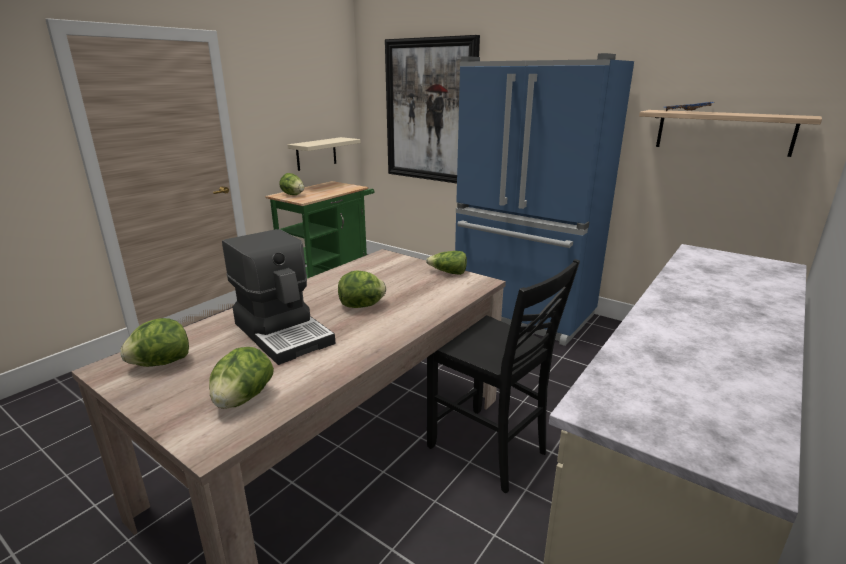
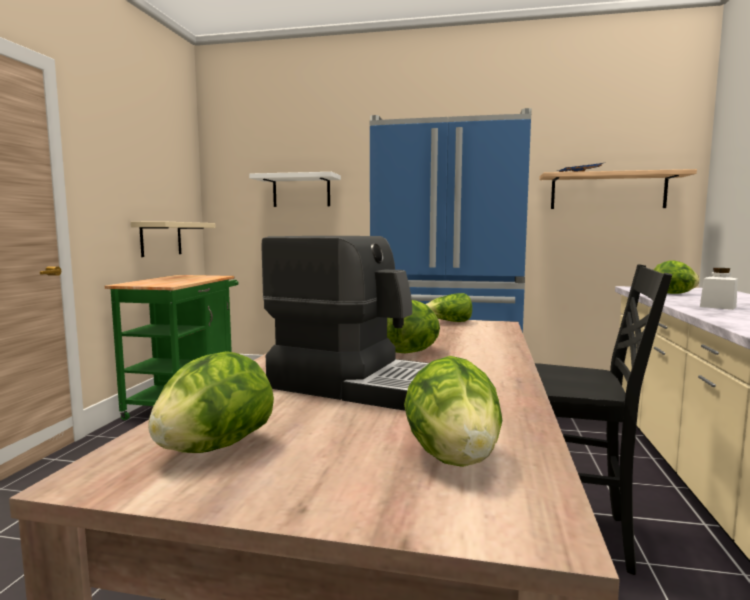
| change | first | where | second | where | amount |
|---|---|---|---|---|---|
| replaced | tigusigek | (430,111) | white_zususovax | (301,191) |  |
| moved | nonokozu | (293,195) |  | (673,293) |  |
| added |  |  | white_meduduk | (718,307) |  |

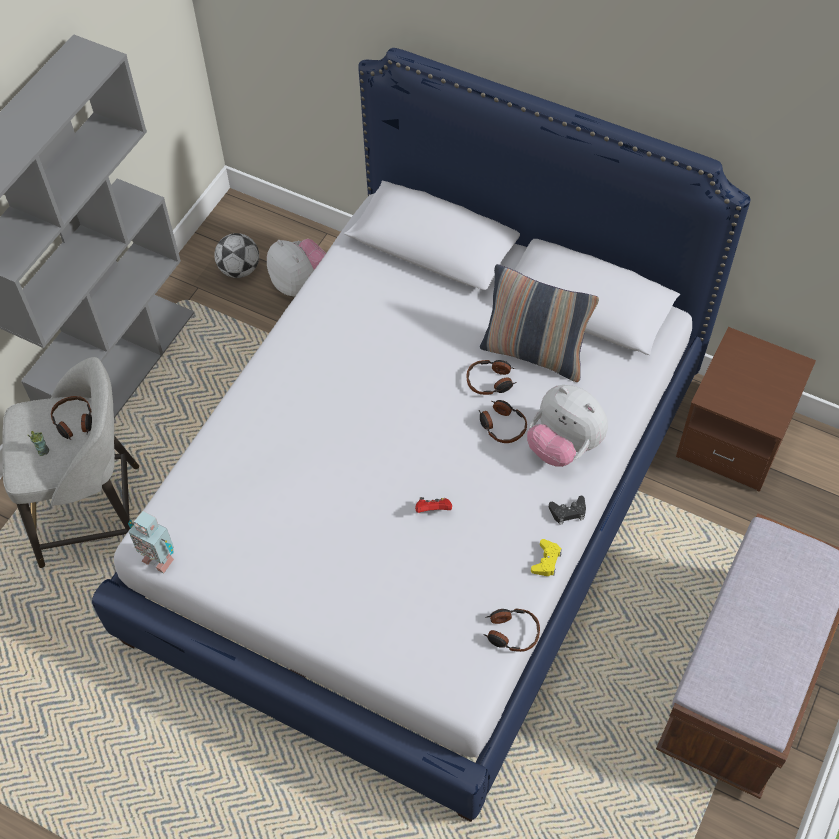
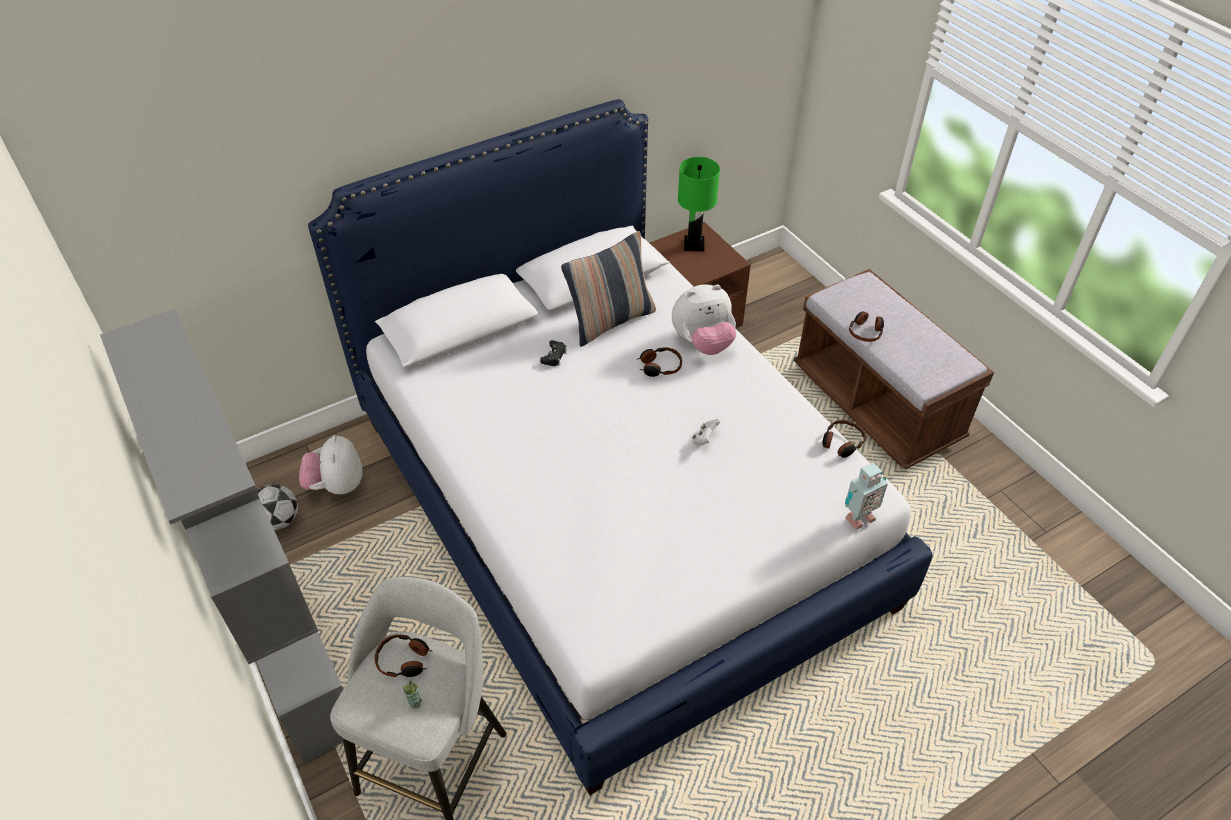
| change | first | where | second | where | amount |
|---|---|---|---|---|---|
| turned | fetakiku | (300,283) |  | (337,485) | 90 degrees counterclockwise |
| moved | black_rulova | (568,512) |  | (554,356) |  |
| added |  |  | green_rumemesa | (694,244) |  |
| recoloured | red_rulova | (433,510) | white_rulova | (705,439) |  |
| moved | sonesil | (158,558) |  | (857,518) |  |
| moved | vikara | (491,381) |  | (866,331) |  |
| removed | yellow_rulova | (546,561) |  |  |  |

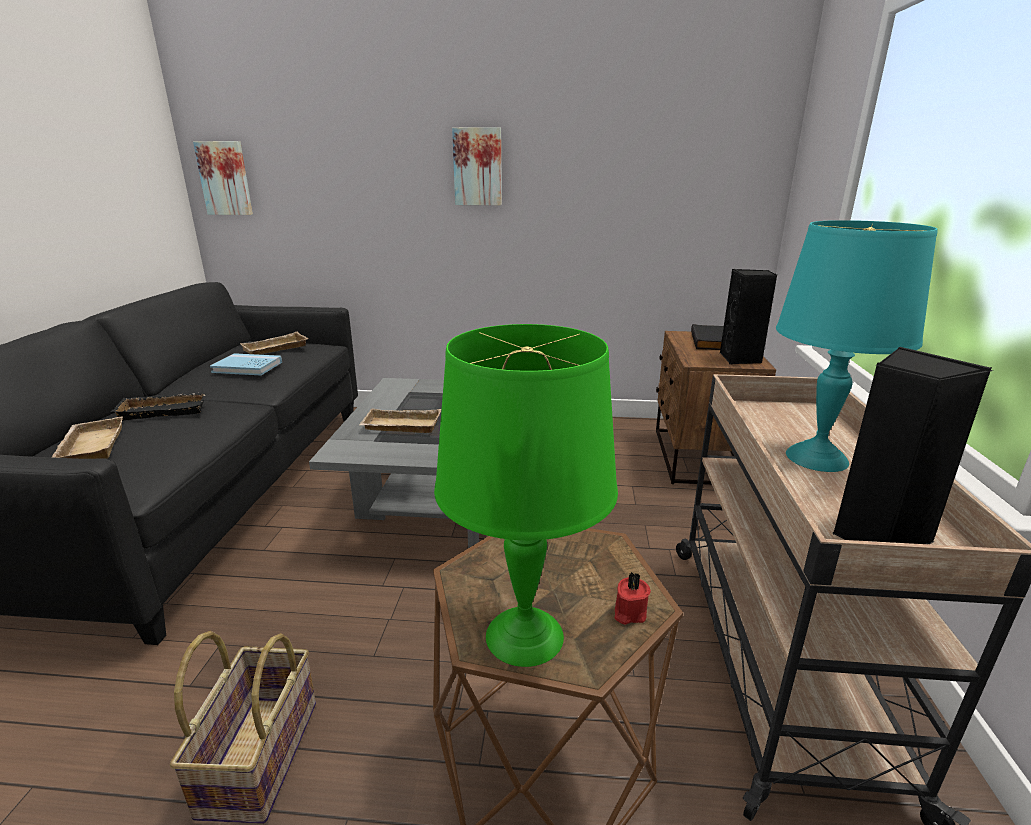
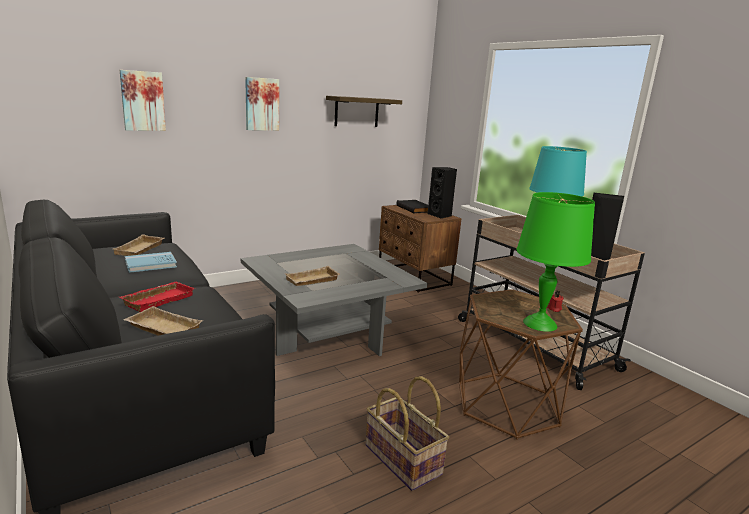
| change | first | where | second | where | amount |
|---|---|---|---|---|---|
| moved | tigusigek | (225,178) |  | (142,101) |  |
| recoloured | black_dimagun | (165,410) | red_dimagun | (158,299) |  |
| added |  |  | zususovax | (356,112) |  |

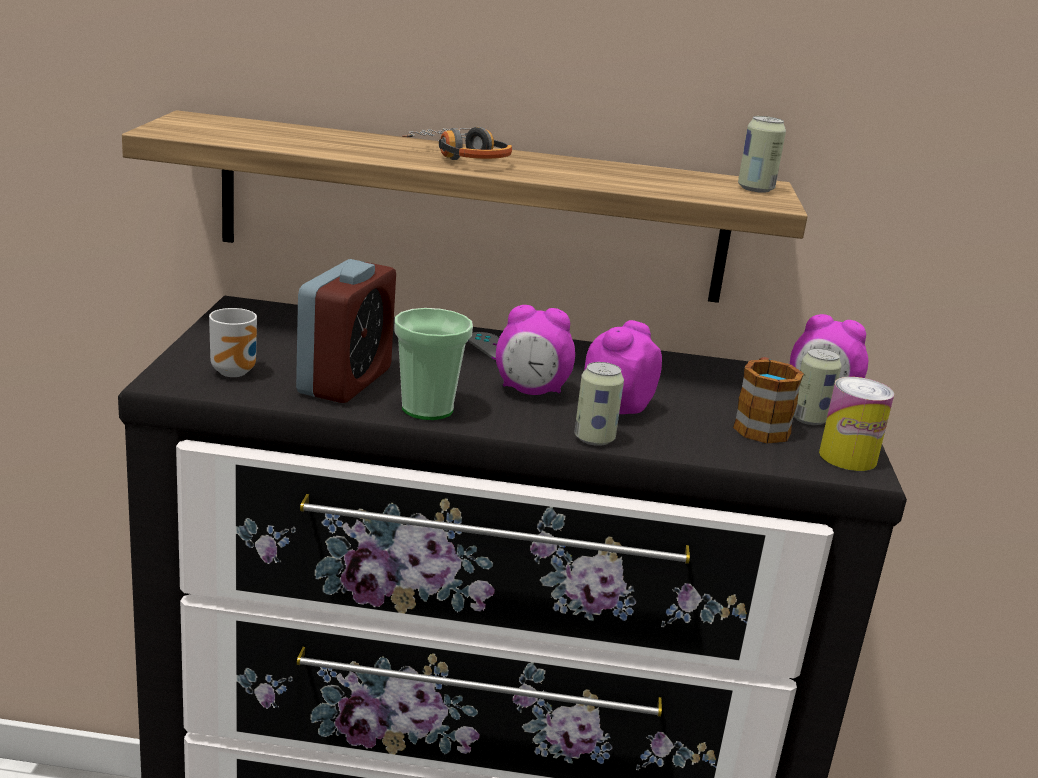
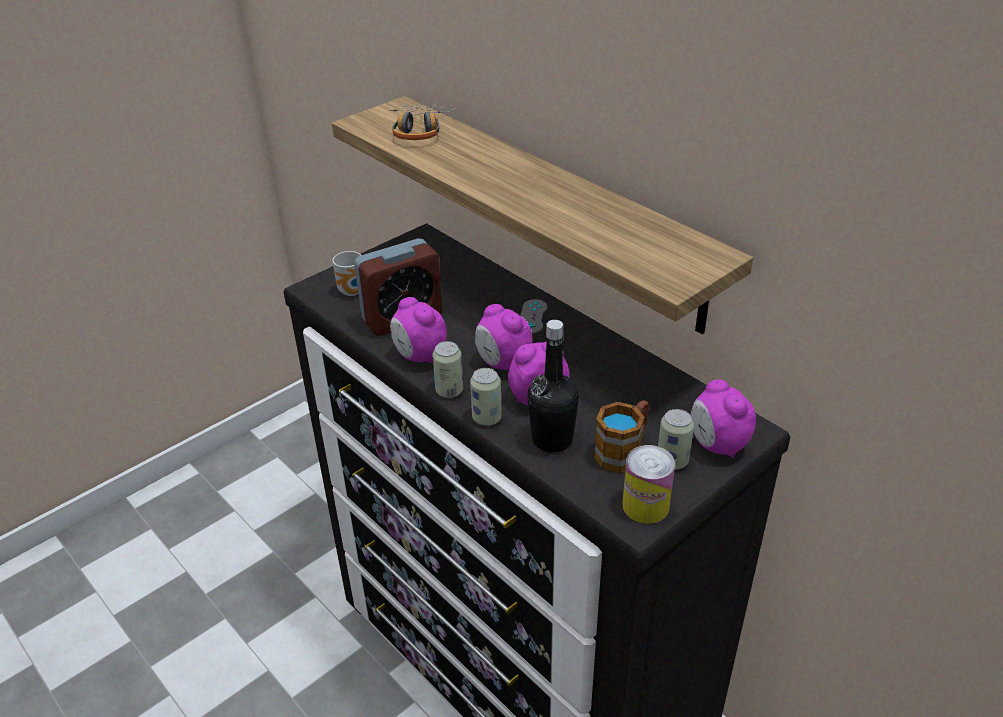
| change | first | where | second | where | amount |
|---|---|---|---|---|---|
| moved | vikara | (461,156) |  | (419,130) |  |
| replaced | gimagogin | (427,409) | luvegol | (419,356) |  |
| moved | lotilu | (755,189) |  | (449,390) |  |
| added |  |  | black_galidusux | (552,439) |  |

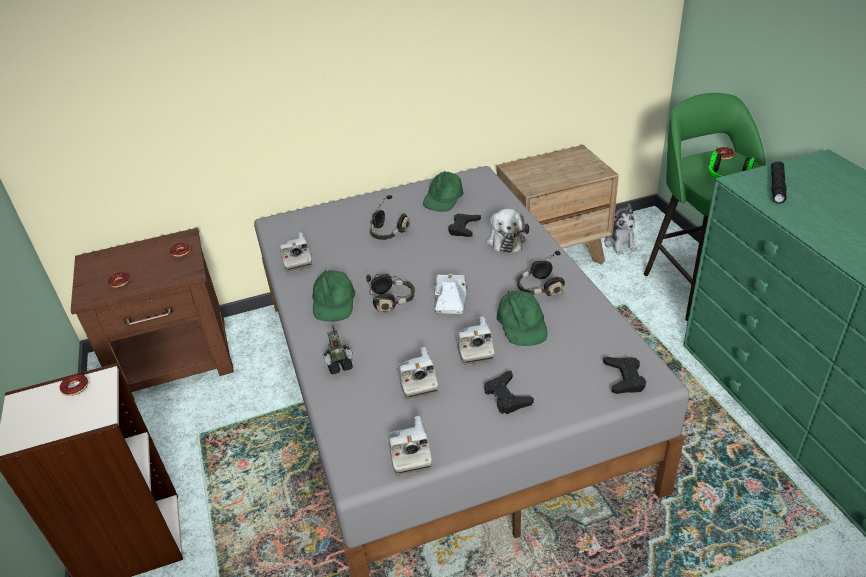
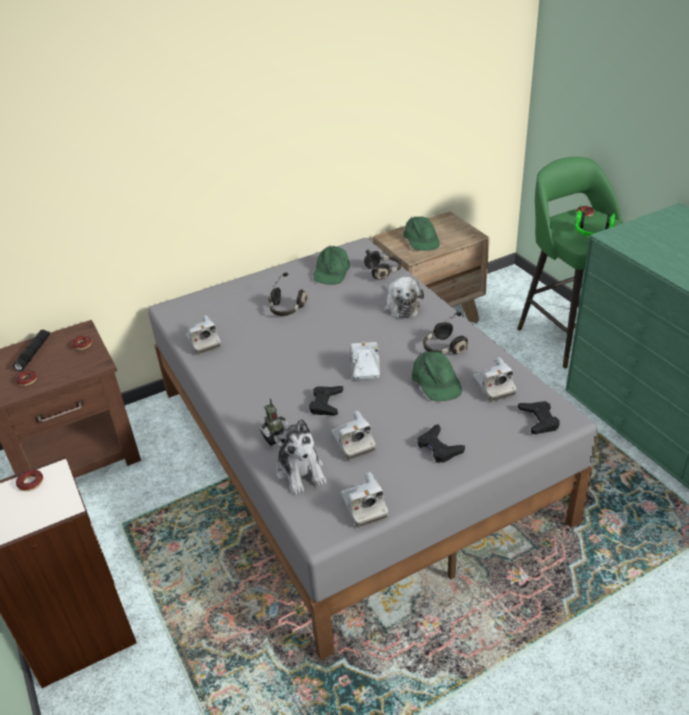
| change | first | where | second | where | amount |
|---|---|---|---|---|---|
| moved | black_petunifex | (777,187) |  | (33,353) |  |
| moved | fetakiku | (620,243) |  | (301,472) |  |
| moved | black_rulova | (464,228) |  | (326,403) |  |
| moved | black_vikara | (393,300) |  | (383,271) |  |
| moved | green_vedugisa | (333,302) |  | (421,240) |  |
| moved | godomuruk | (474,349) |  | (493,388) |  |

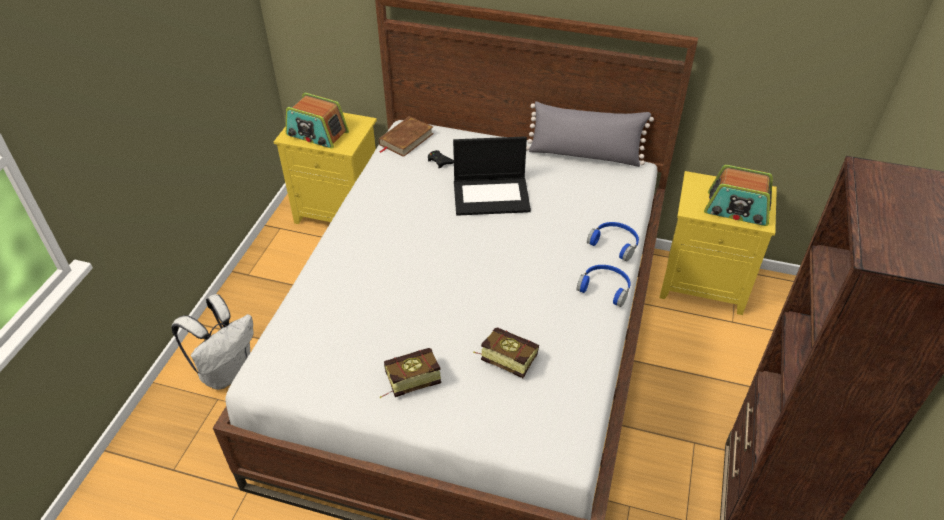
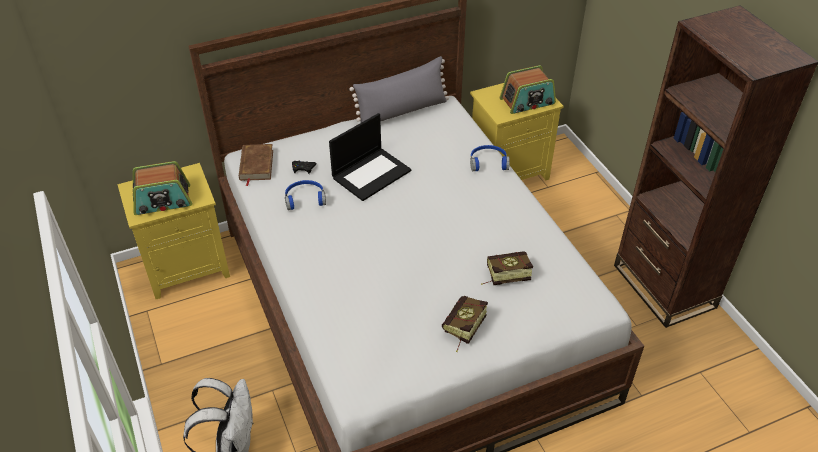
| change | first | where | second | where | amount |
|---|---|---|---|---|---|
| moved | blue_vikara | (605,288) |  | (305,198) |  |

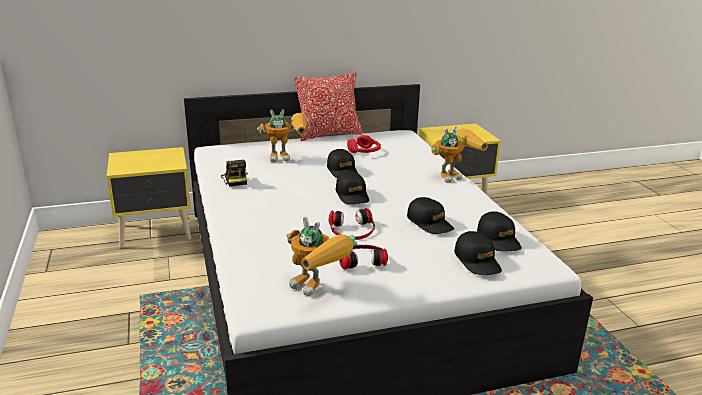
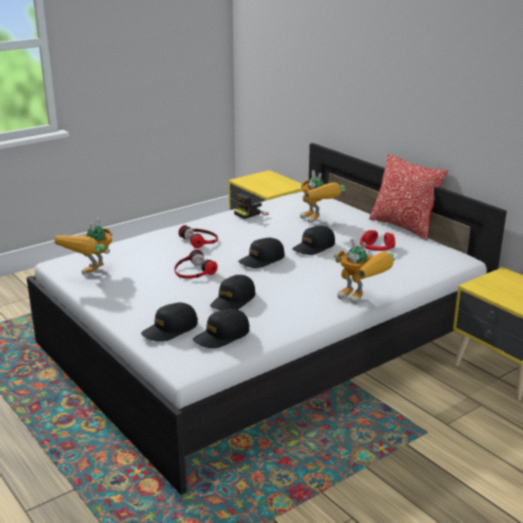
| change | first | where | second | where | amount |
|---|---|---|---|---|---|
| moved | vikara | (360,259) |  | (200,240) |  |

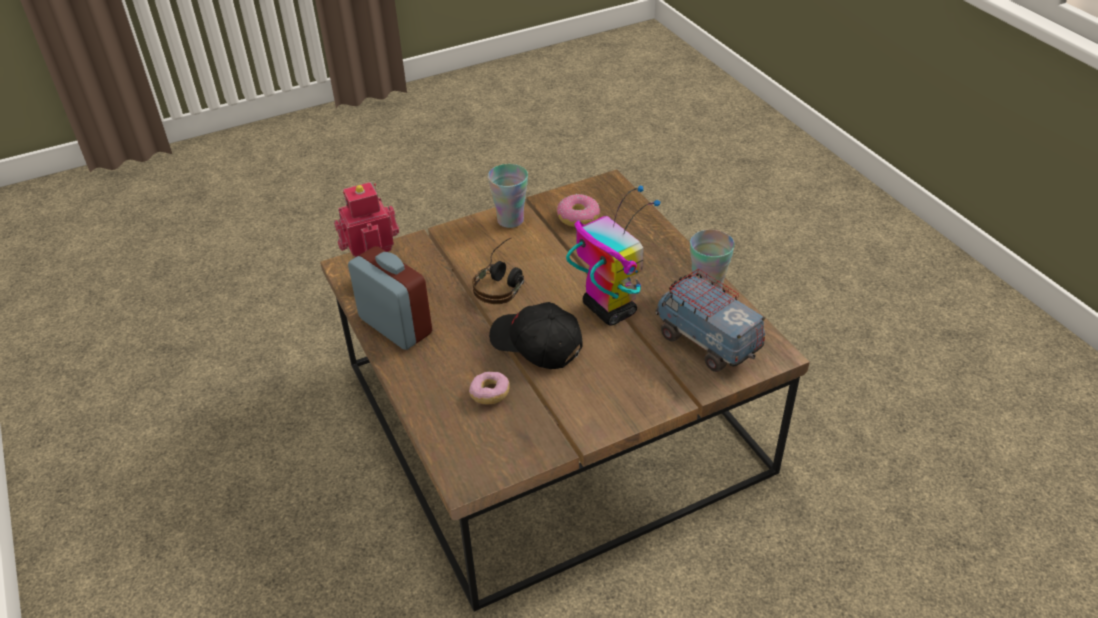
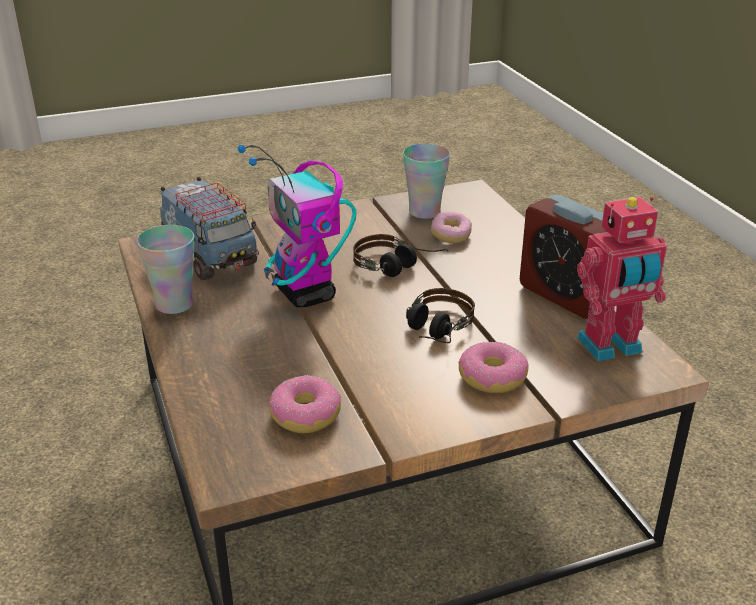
| change | first | where | second | where | amount |
|---|---|---|---|---|---|
| replaced | black_vedugisa | (535,345) | vikara | (399,268) |  |
| moved | gimagogin | (510,220) |  | (424,212) |  |
| added |  |  | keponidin | (492,378) |  |

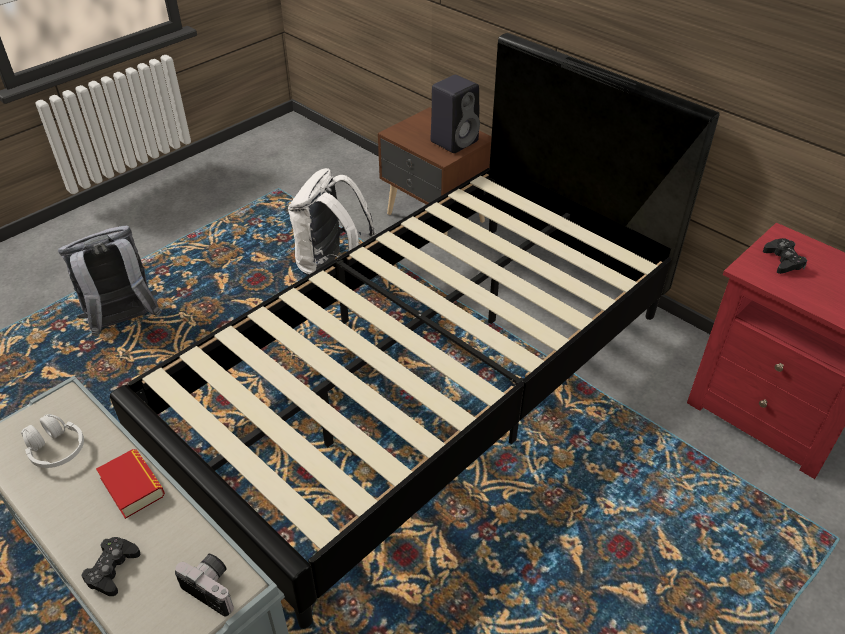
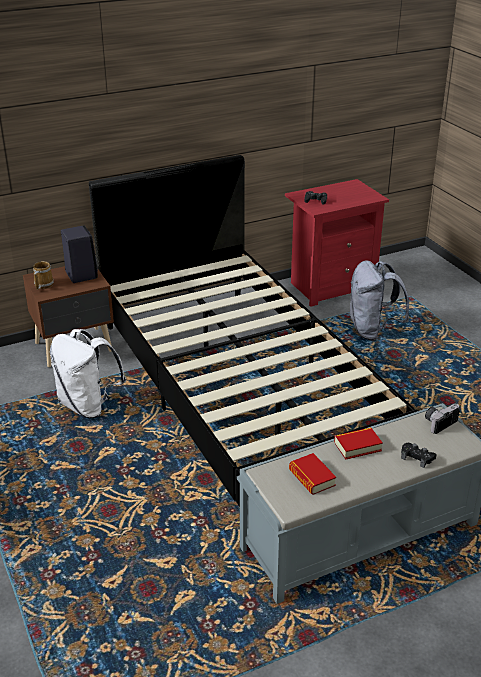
| change | first | where | second | where | amount |
|---|---|---|---|---|---|
| added |  |  | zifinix | (42,285) |  |
| replaced | white_vikara | (56,449) | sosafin | (311,478) |  |
| moved | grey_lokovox | (124,323) |  | (373,331) |  |

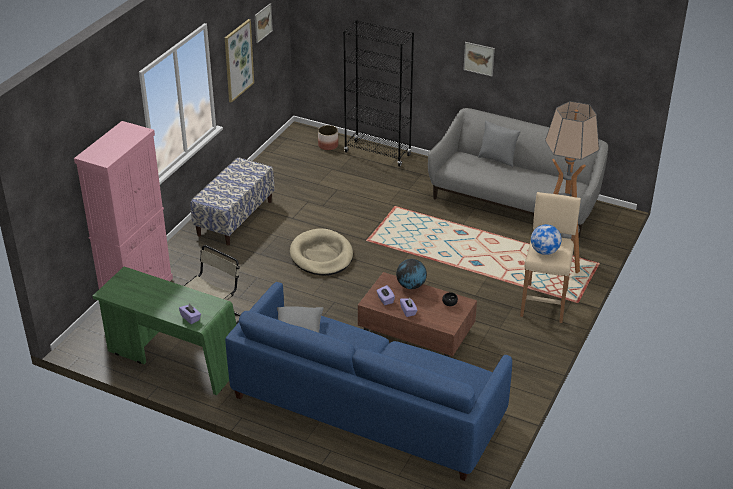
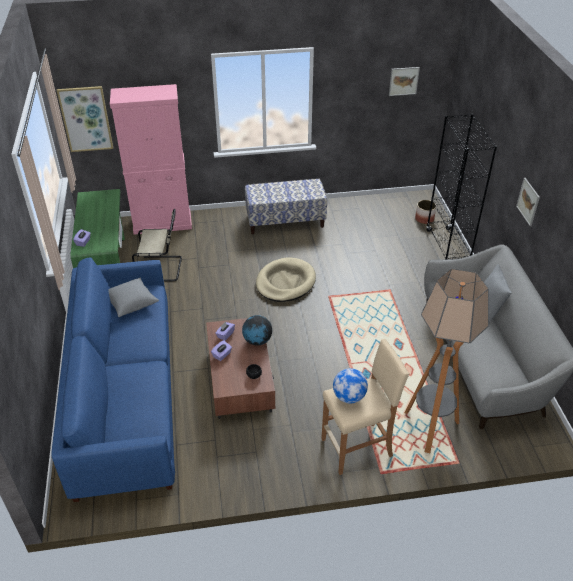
| change | first | where | second | where | amount |
|---|---|---|---|---|---|
| moved | tigusigek | (238,60) |  | (86,119) |  |

